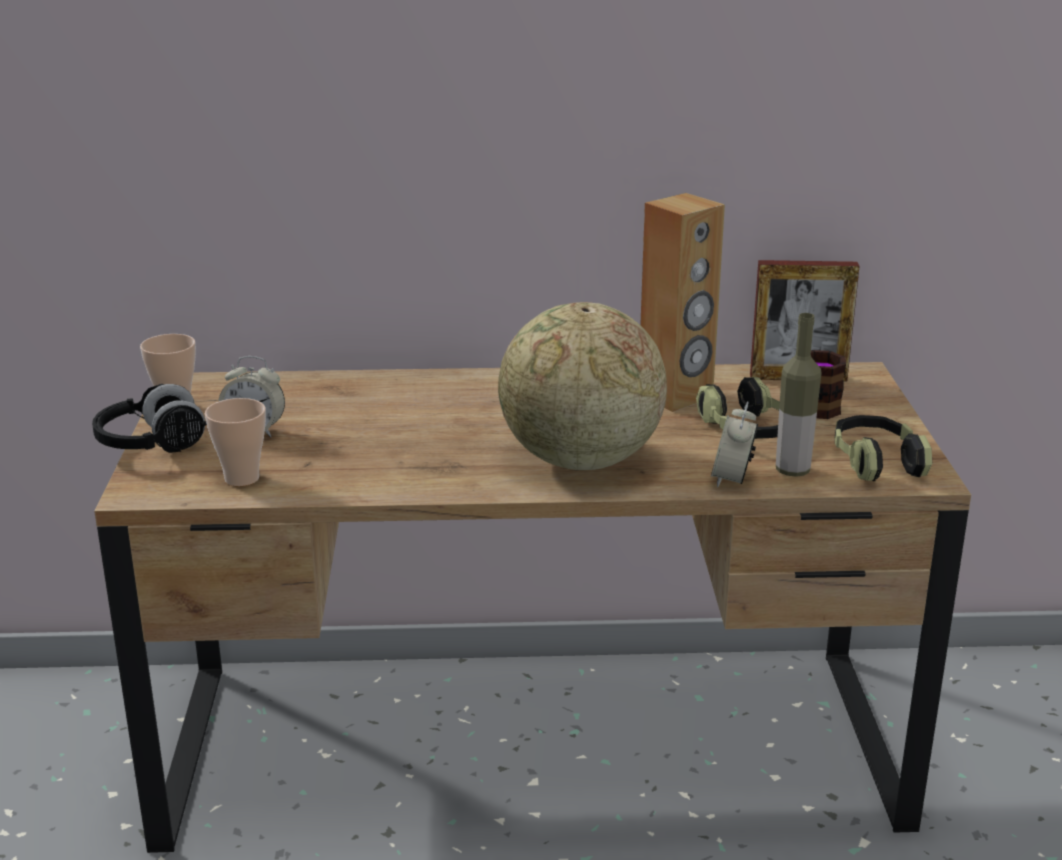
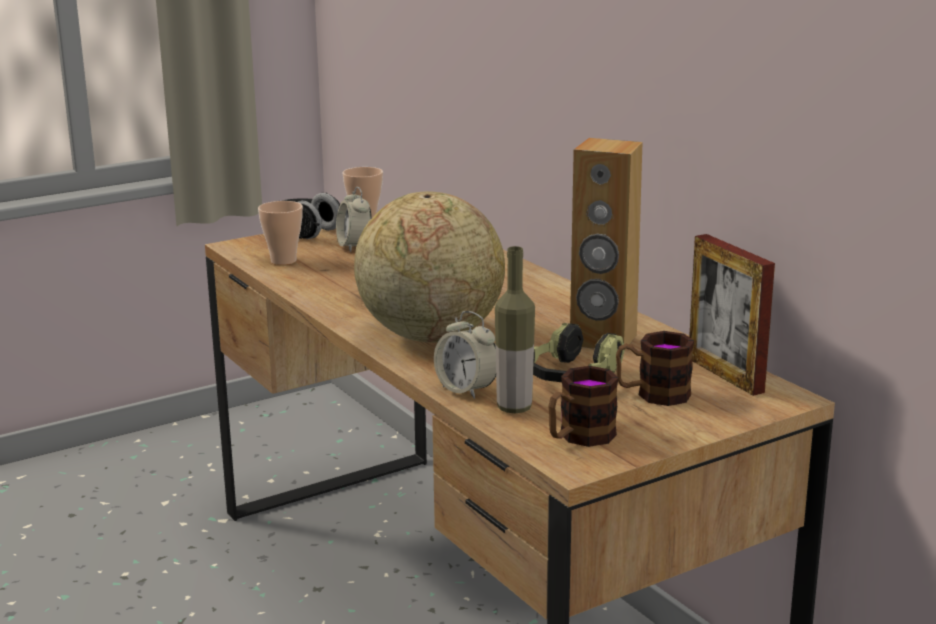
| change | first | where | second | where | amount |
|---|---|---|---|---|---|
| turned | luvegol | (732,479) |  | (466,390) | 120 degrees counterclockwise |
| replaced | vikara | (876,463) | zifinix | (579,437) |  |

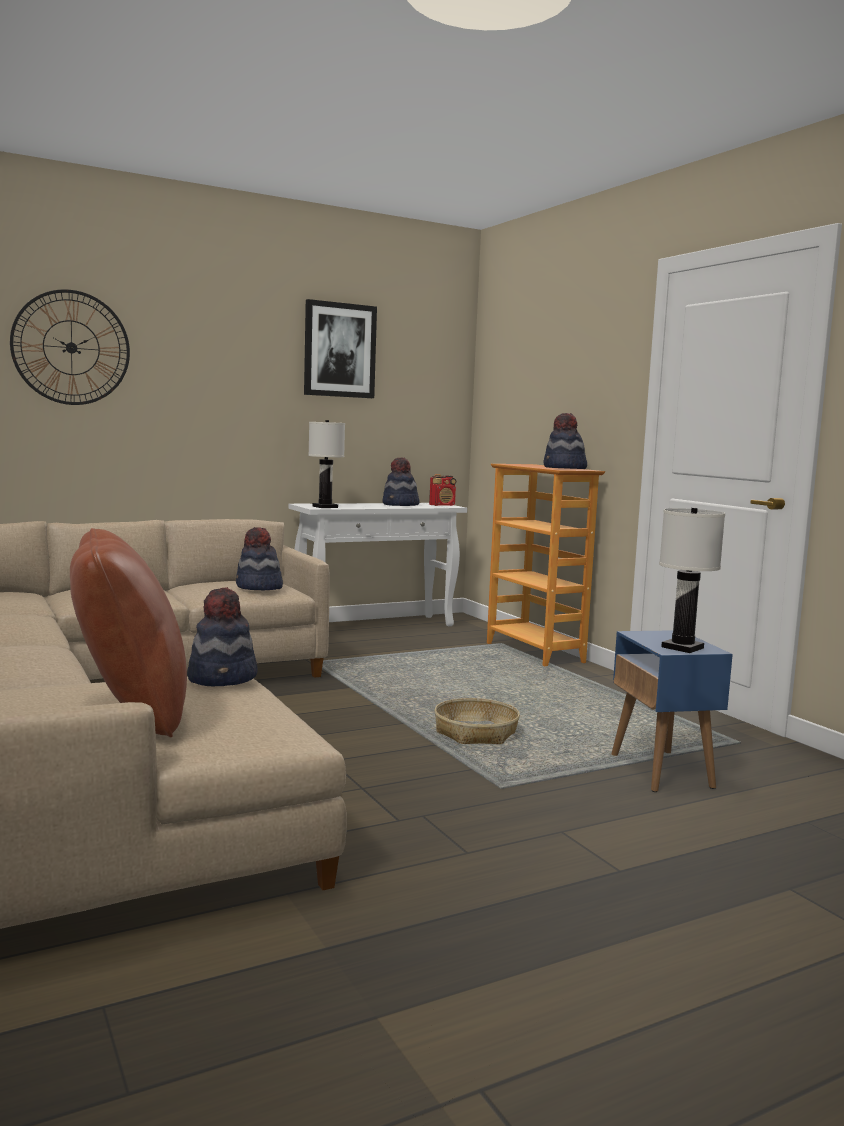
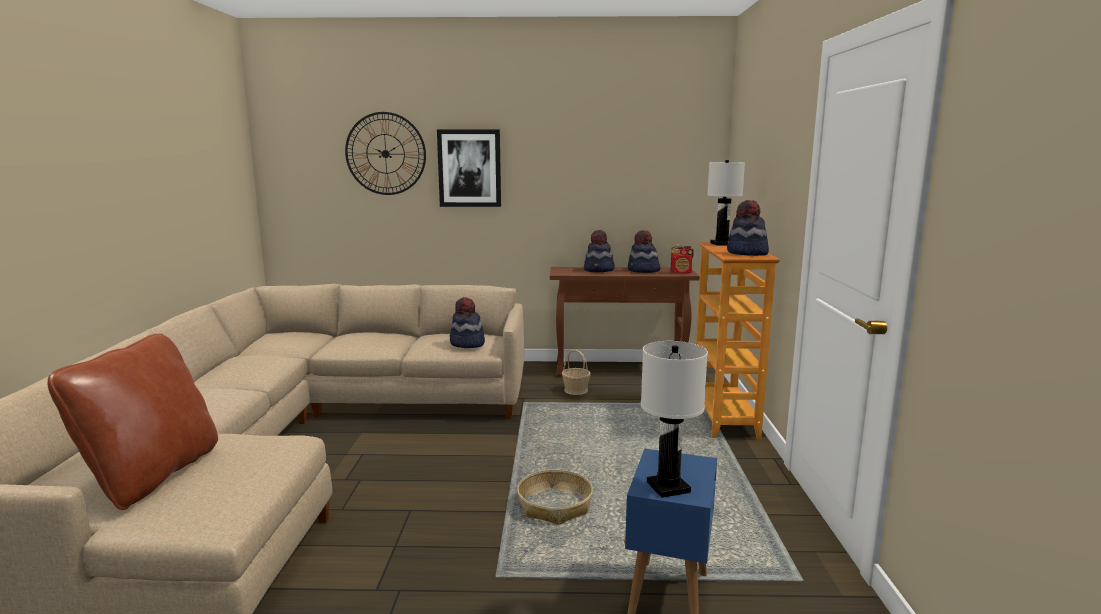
| change | first | where | second | where | amount |
|---|---|---|---|---|---|
| moved | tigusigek | (339,350) |  | (469,168) |  |
| recoloured | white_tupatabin | (376,626) | brown_tupatabin | (621,370) |  |
| added |  |  | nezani | (575,390) |  |
| moved | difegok | (223,678) |  | (599,270) |  |
| moved | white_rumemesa | (325,507) |  | (721,244) |  |

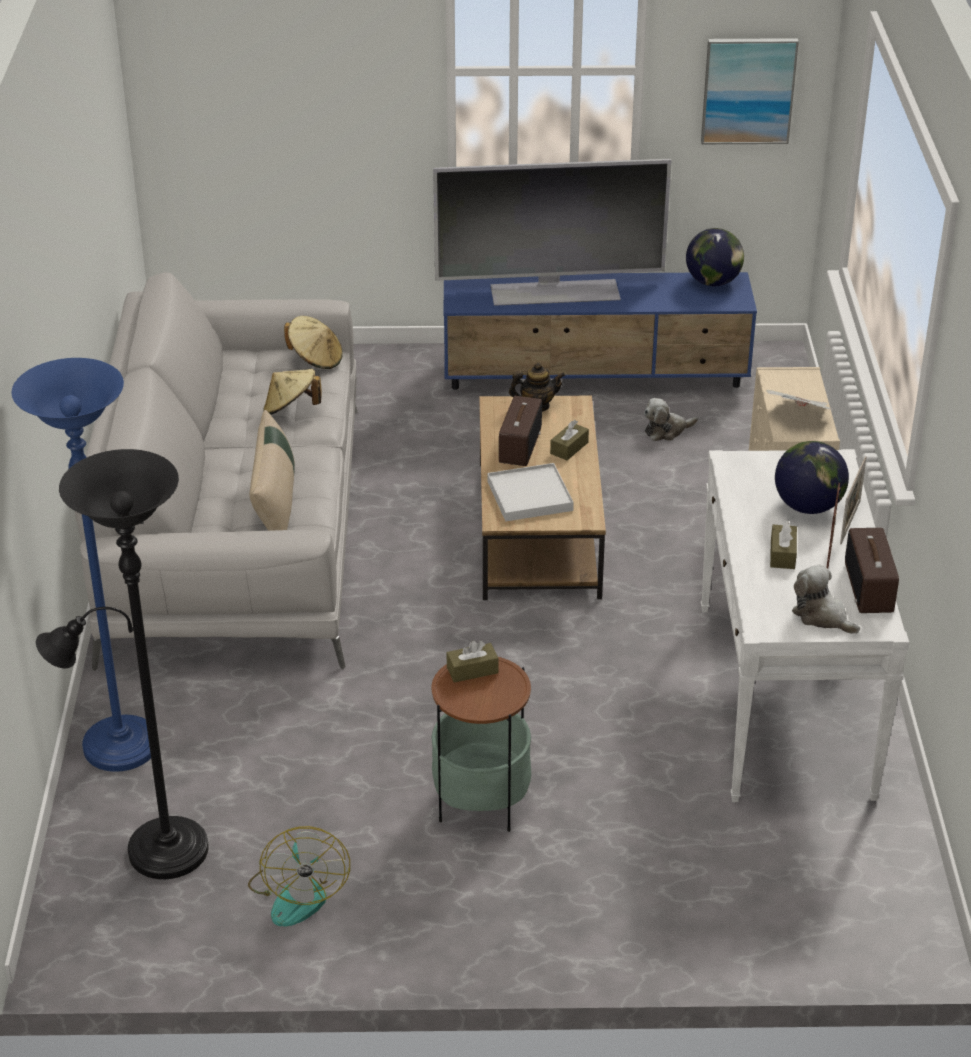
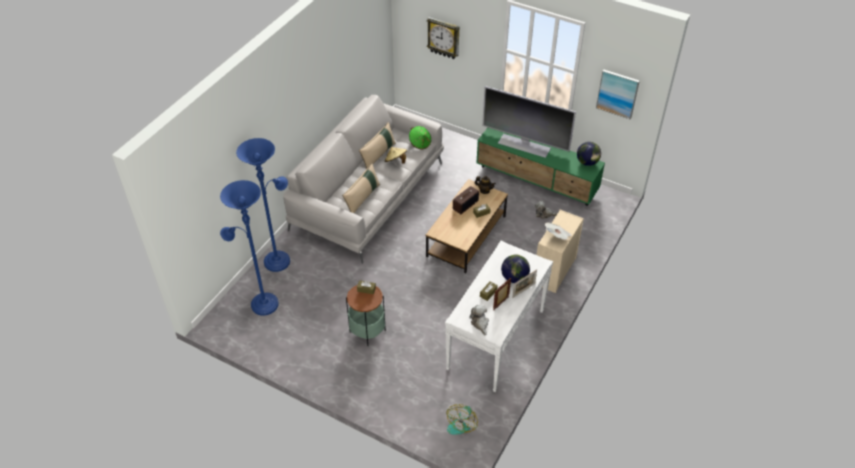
| change | first | where | second | where | amount |
|---|---|---|---|---|---|
| recoloured | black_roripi | (157,851) | blue_roripi | (261,303) |  |
| added |  |  | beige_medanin | (378,155) |  |
| recoloured | beige_difegok | (315,359) | green_difegok | (420,143) |  |
| added |  |  | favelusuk | (443,38) |  |
| moved | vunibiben | (298,892) |  | (461,422) |  |
| recoloured | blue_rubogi | (596,378) | green_rubogi | (537,181) |  |
| removed | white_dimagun | (530,496) |  |  |  |
| removed | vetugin | (870,588) |  |  |  |

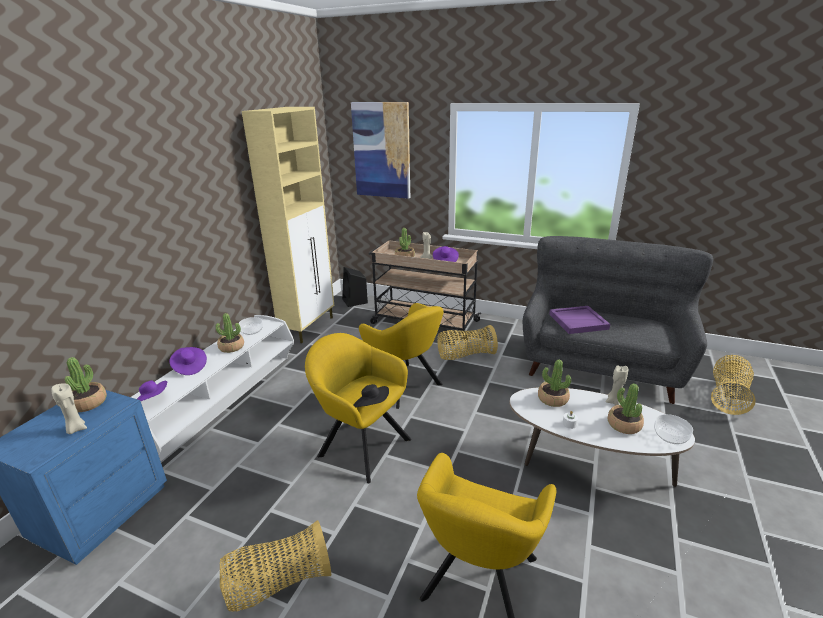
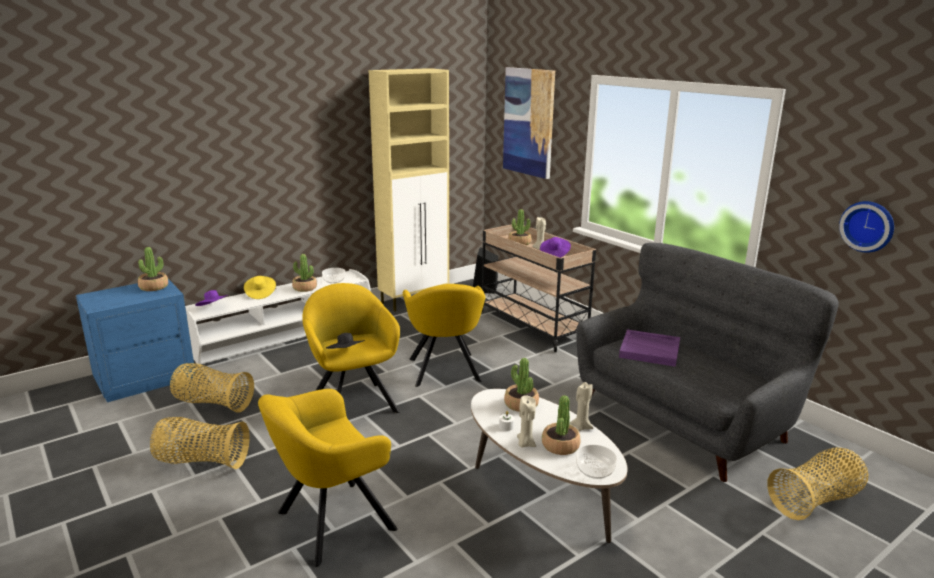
| change | first | where | second | where | amount |
|---|---|---|---|---|---|
| moved | nezani | (465,355) |  | (213,403) |  |
| recoloured | purple_difegok | (189,367) | yellow_difegok | (260,294) |  |
| moved | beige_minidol | (76,429) |  | (525,444) |  |
| added |  |  | favelusuk | (868,226) |  |

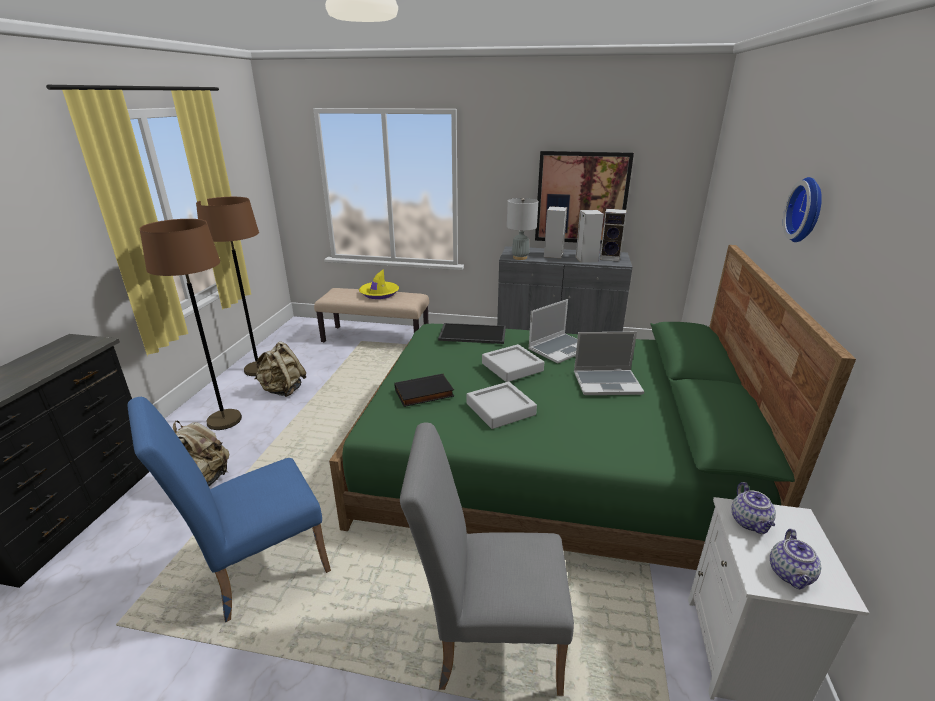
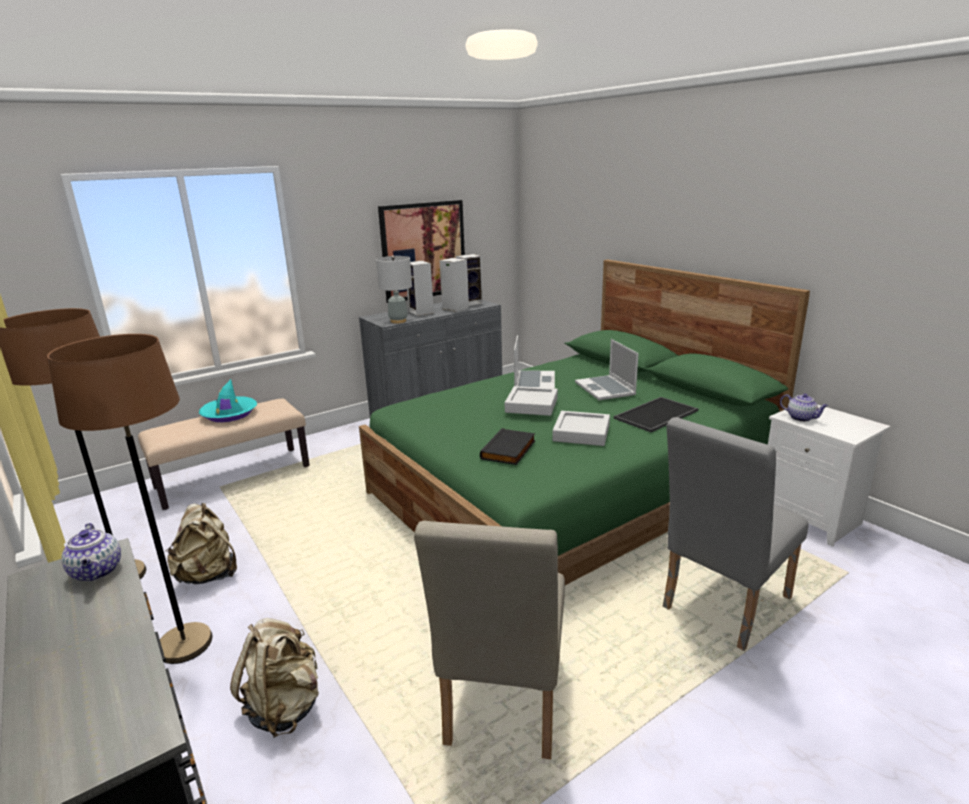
| change | first | where | second | where | amount |
|---|---|---|---|---|---|
| moved | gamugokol | (791,575) |  | (97,572) |  |
| recoloured | yellow_difegok | (379,294) | turquoise_difegok | (229,414) |  |
| recoloured | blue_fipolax | (258,571) | beige_fipolax | (502,709) |  |
| turned | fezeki | (607,383) |  | (606,389) | 120 degrees clockwise |
| moved | dimagun | (472,334) |  | (656,415) |  |
| removed | favelusuk | (808,210) |  |  |  |

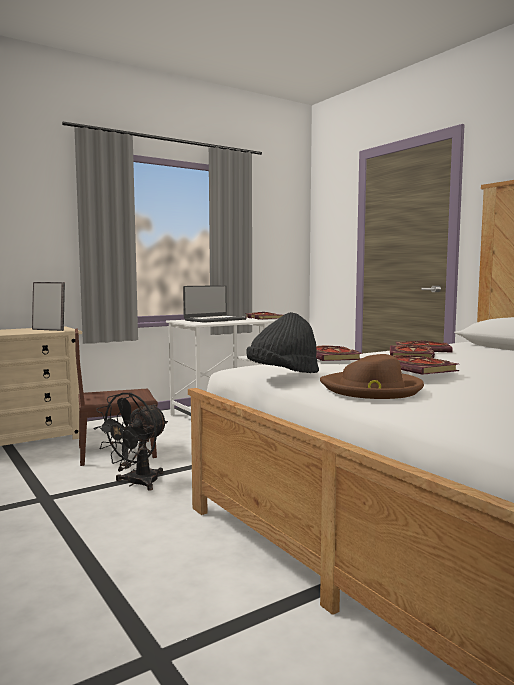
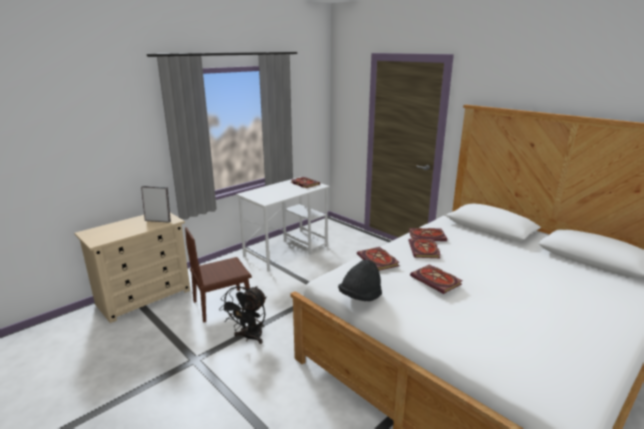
| change | first | where | second | where | amount |
|---|---|---|---|---|---|
| removed | fezeki | (214,320) |  |  |  |
| removed | brown_difegok | (372,389) |  |  |  |

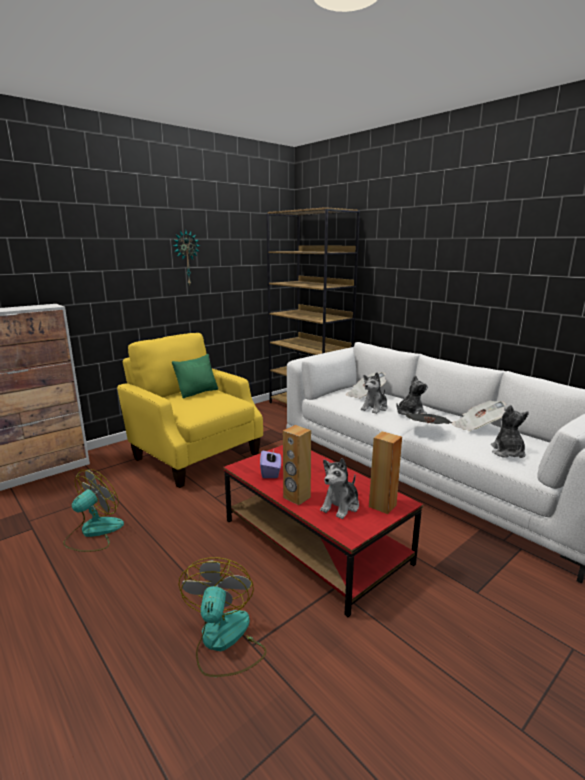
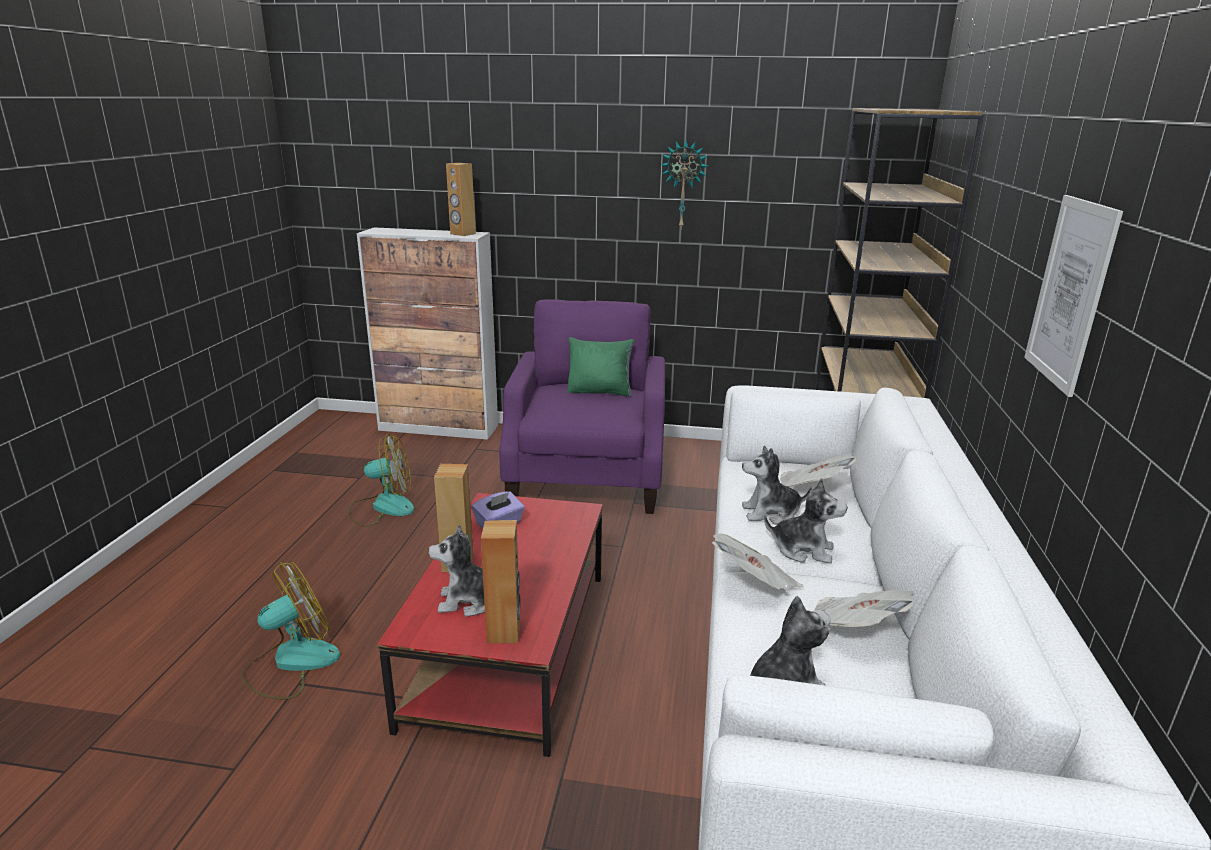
| change | first | where | second | where | amount |
|---|---|---|---|---|---|
| added |  |  | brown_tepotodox | (462,234) |  |
| recoloured | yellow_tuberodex | (195,455) | purple_tuberodex | (587,478) |  |
| added |  |  | tigusigek | (1070,293) |  |

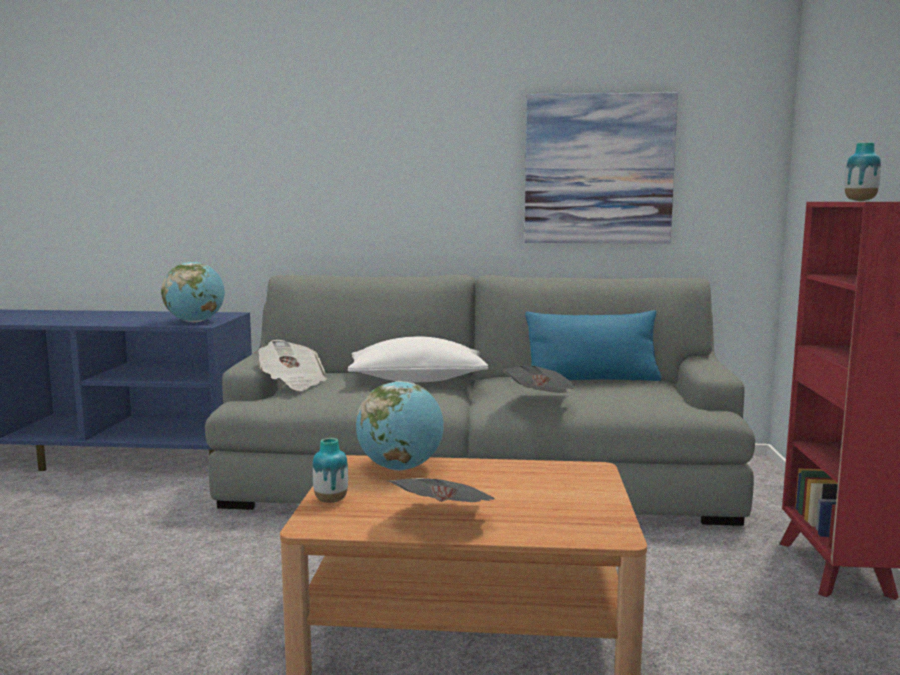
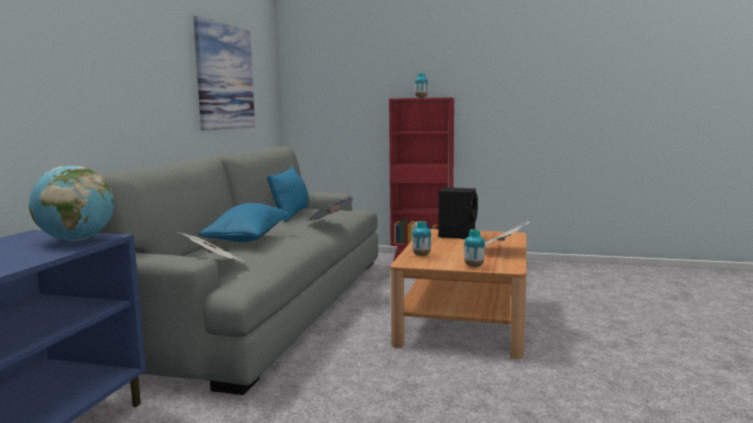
| change | first | where | second | where | amount |
|---|---|---|---|---|---|
| recoloured | white_medanin | (417,380) | blue_medanin | (247,239) |  |
| replaced | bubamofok | (400,468) | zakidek | (421,255) |  |
| added |  |  | black_tepotodox | (457,235) |  |

